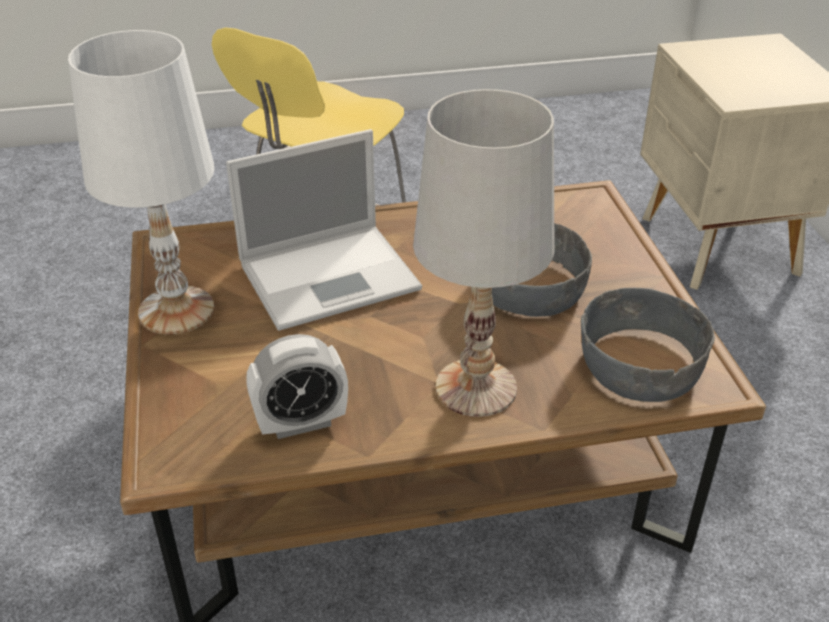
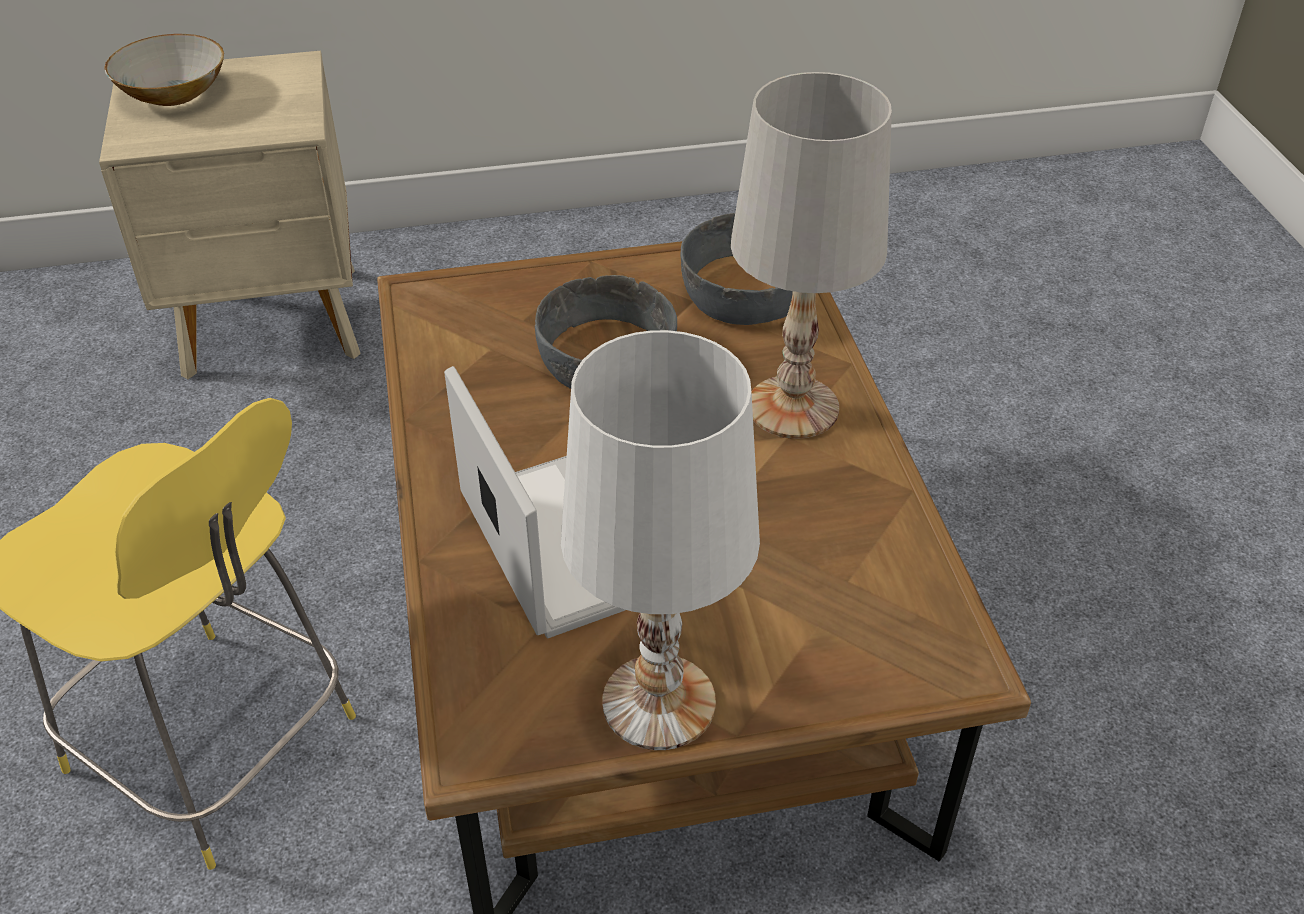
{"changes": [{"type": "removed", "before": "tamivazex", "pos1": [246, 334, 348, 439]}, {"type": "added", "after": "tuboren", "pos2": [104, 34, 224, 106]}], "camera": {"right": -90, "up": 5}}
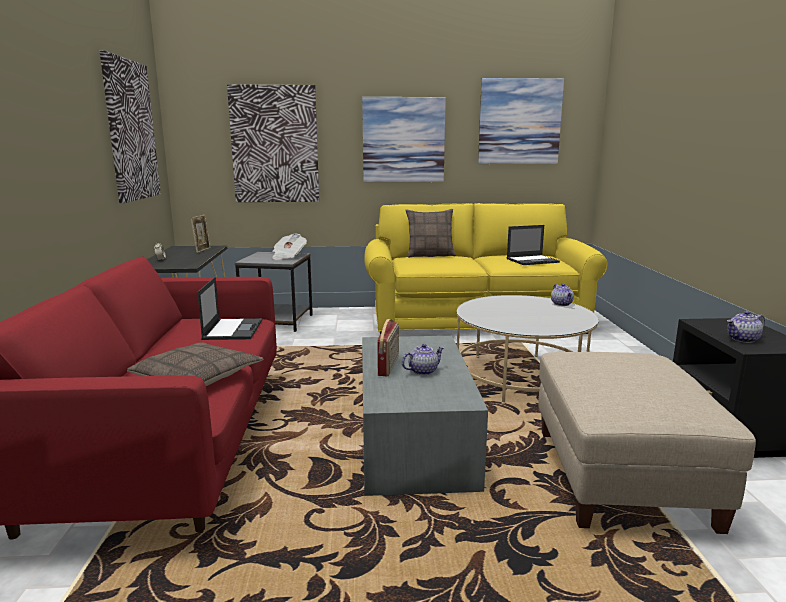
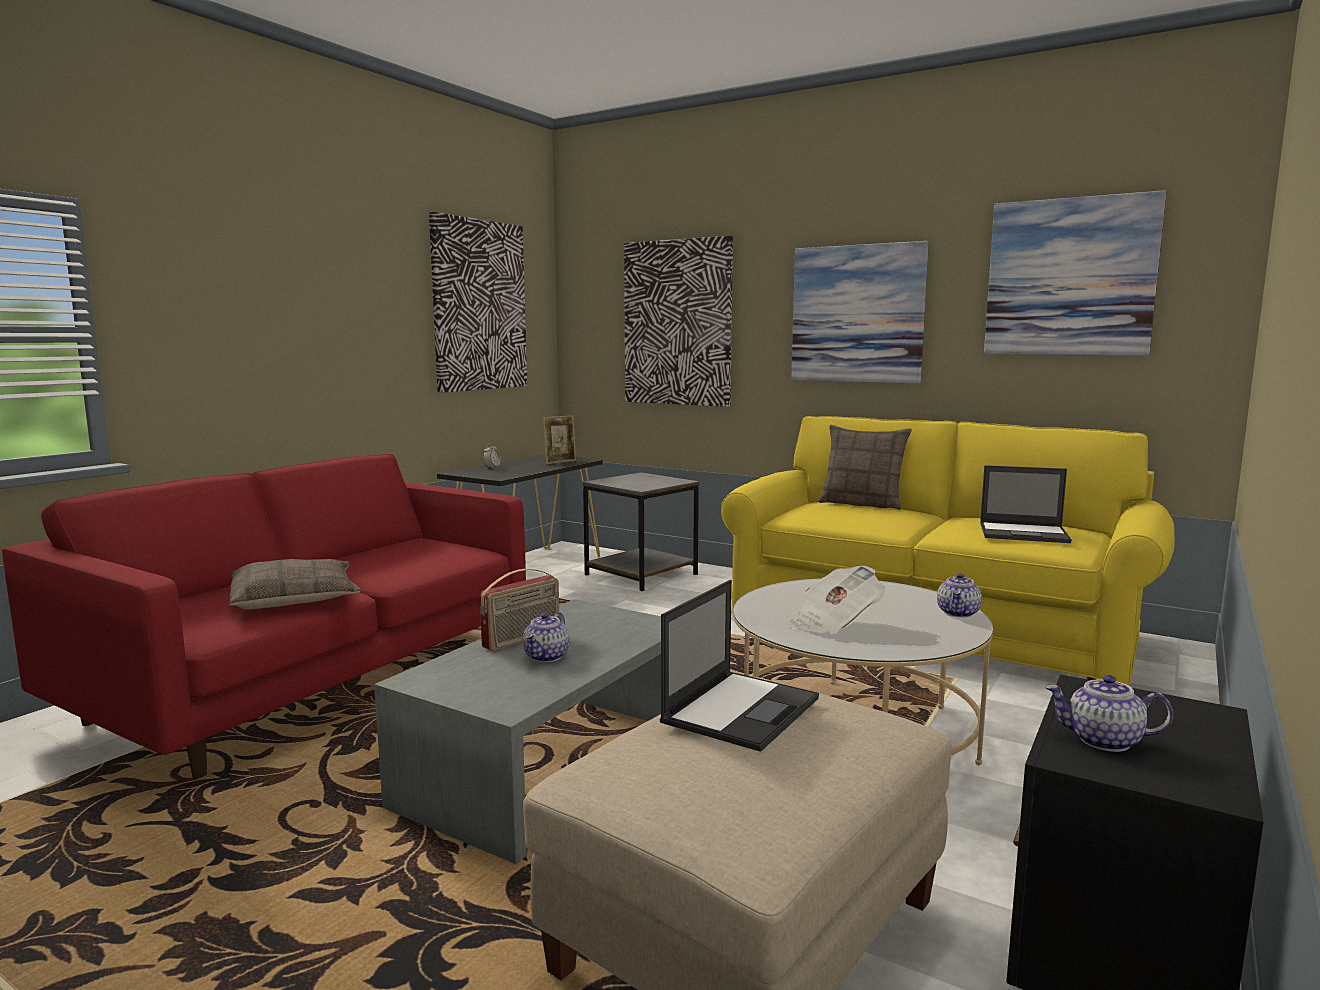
{"changes": [{"type": "moved", "before": "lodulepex", "pos1": [197, 277, 262, 340], "pos2": [660, 580, 819, 752]}, {"type": "moved", "before": "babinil", "pos1": [272, 234, 307, 260], "pos2": [788, 566, 885, 634]}, {"type": "turned", "before": "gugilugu", "pos1": [402, 344, 445, 375], "pos2": [523, 612, 570, 662], "turn": 105}], "camera": {"right": 35, "up": -5}}
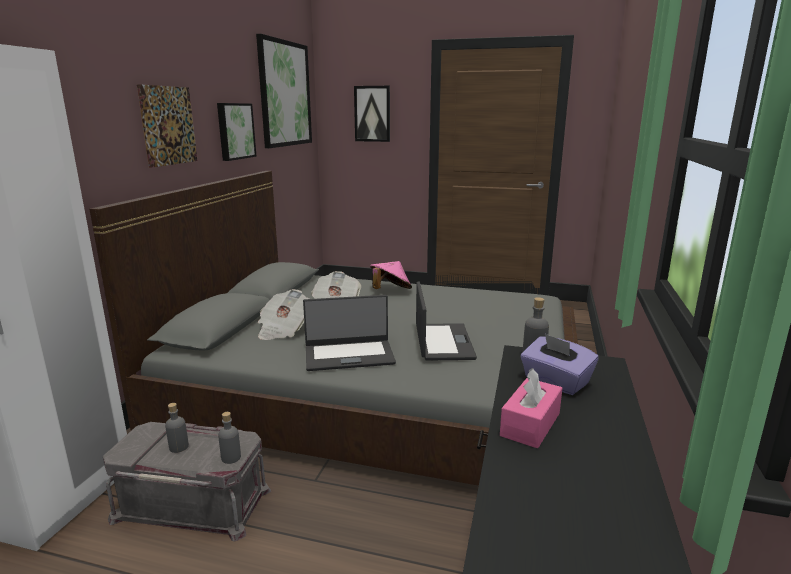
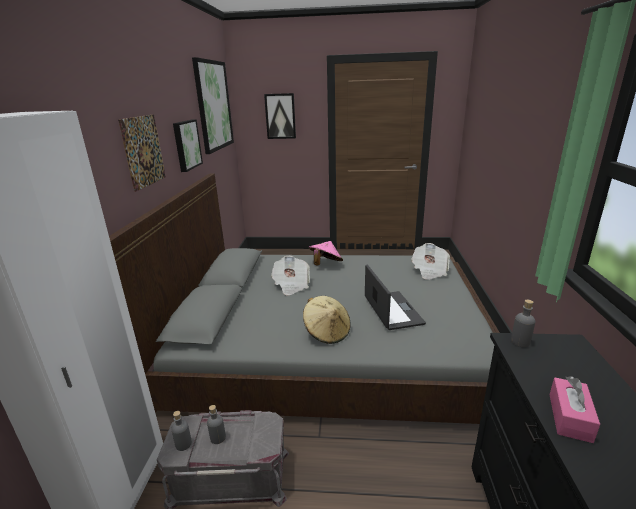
{"changes": [{"type": "moved", "before": "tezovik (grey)", "pos1": [218, 412, 241, 464], "pos2": [171, 411, 192, 451]}, {"type": "moved", "before": "babinil", "pos1": [258, 289, 309, 340], "pos2": [411, 243, 450, 280]}, {"type": "replaced", "before": "lodulepex", "after": "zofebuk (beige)", "pos1": [303, 295, 396, 371], "pos2": [303, 296, 350, 344]}, {"type": "removed", "before": "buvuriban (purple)", "pos1": [520, 334, 599, 395]}], "camera": {"right": -10, "up": 5}}
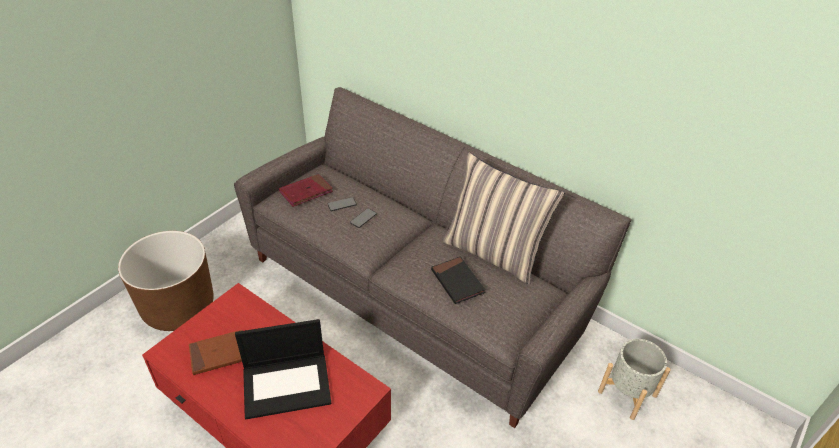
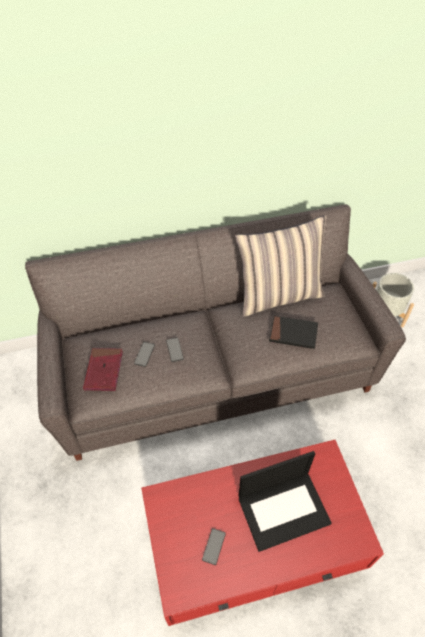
{"changes": [{"type": "removed", "before": "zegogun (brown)", "pos1": [118, 231, 214, 331]}, {"type": "replaced", "before": "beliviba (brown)", "after": "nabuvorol", "pos1": [189, 330, 243, 375], "pos2": [202, 528, 226, 565]}, {"type": "turned", "before": "lodulepex", "pos1": [235, 319, 331, 419], "pos2": [239, 451, 332, 552], "turn": 45}], "camera": {"right": -50, "up": 10}}
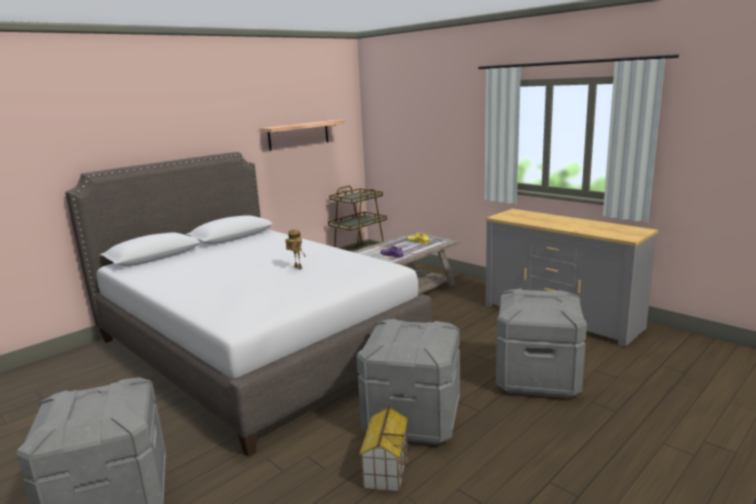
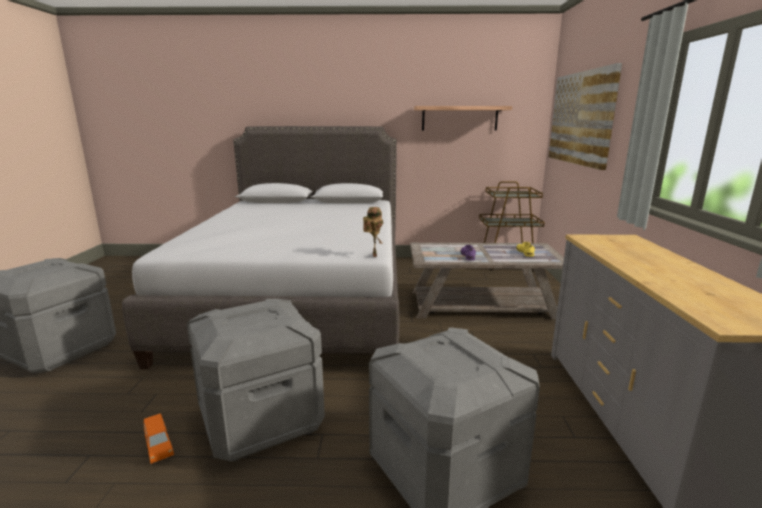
{"changes": [{"type": "moved", "before": "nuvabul", "pos1": [285, 229, 306, 269], "pos2": [363, 207, 383, 257]}, {"type": "replaced", "before": "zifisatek", "after": "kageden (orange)", "pos1": [359, 406, 409, 492], "pos2": [144, 413, 174, 464]}, {"type": "added", "after": "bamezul", "pos2": [549, 63, 622, 170]}], "camera": {"right": 45, "up": 0}}
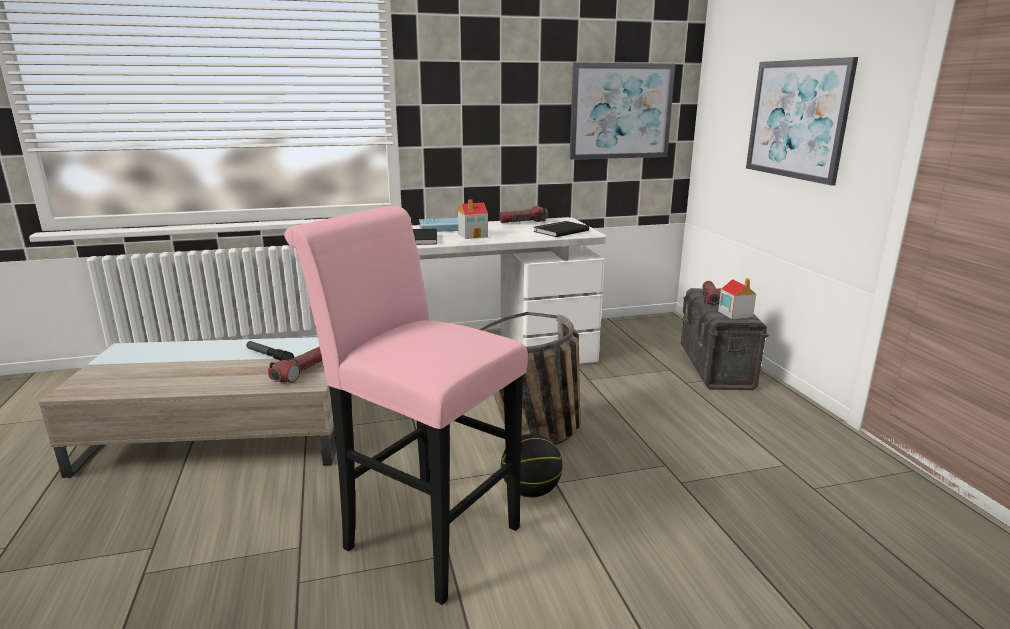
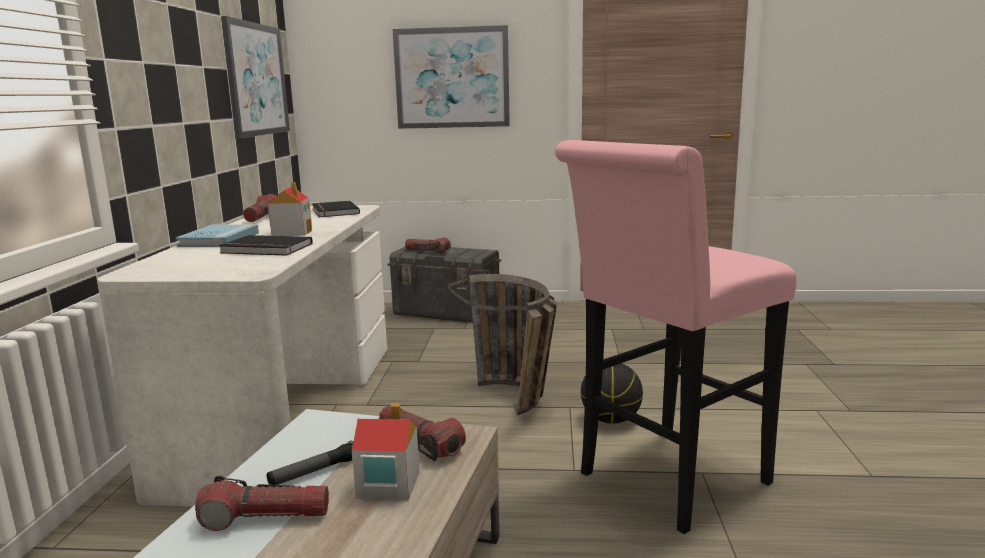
{"changes": [{"type": "moved", "before": "zifisatek", "pos1": [718, 278, 756, 319], "pos2": [352, 403, 419, 500]}, {"type": "added", "after": "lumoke", "pos2": [195, 475, 329, 531]}], "camera": {"right": -70, "up": -5}}
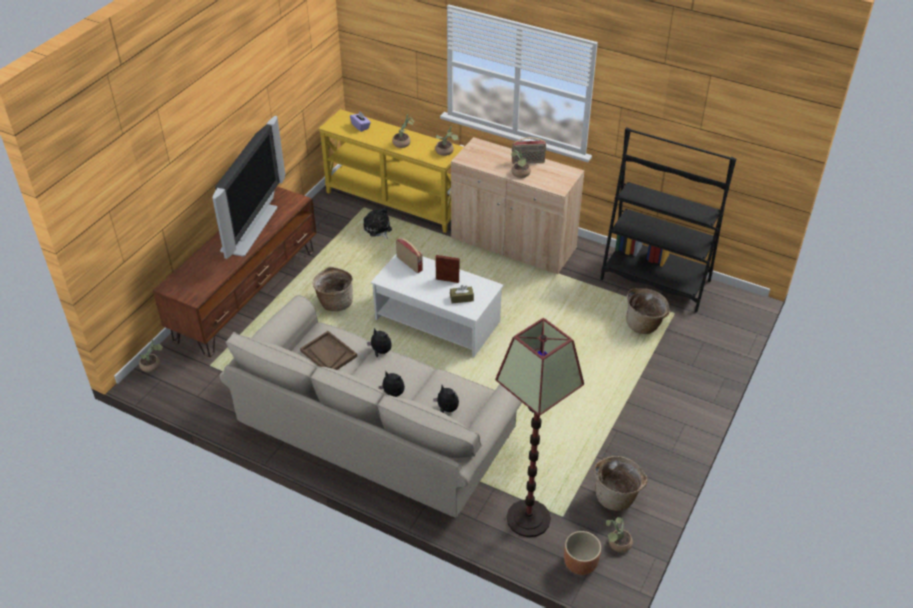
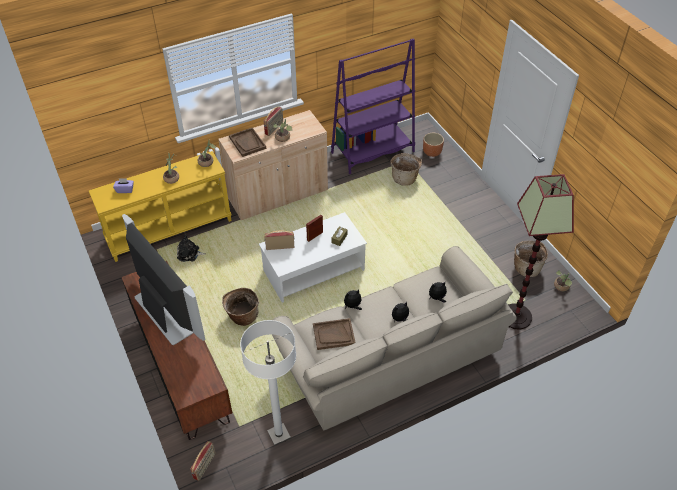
{"changes": [{"type": "replaced", "before": "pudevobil", "after": "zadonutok", "pos1": [139, 339, 163, 372], "pos2": [190, 441, 216, 481]}, {"type": "moved", "before": "zegogun (brown)", "pos1": [564, 531, 601, 575], "pos2": [423, 133, 444, 157]}, {"type": "recoloured", "before": "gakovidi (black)", "after": "gakovidi (purple)", "pos1": [600, 127, 736, 312], "pos2": [331, 39, 415, 174]}, {"type": "added", "after": "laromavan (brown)", "pos2": [229, 127, 266, 157]}, {"type": "added", "after": "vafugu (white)", "pos2": [240, 320, 296, 446]}], "camera": {"right": -55, "up": 5}}
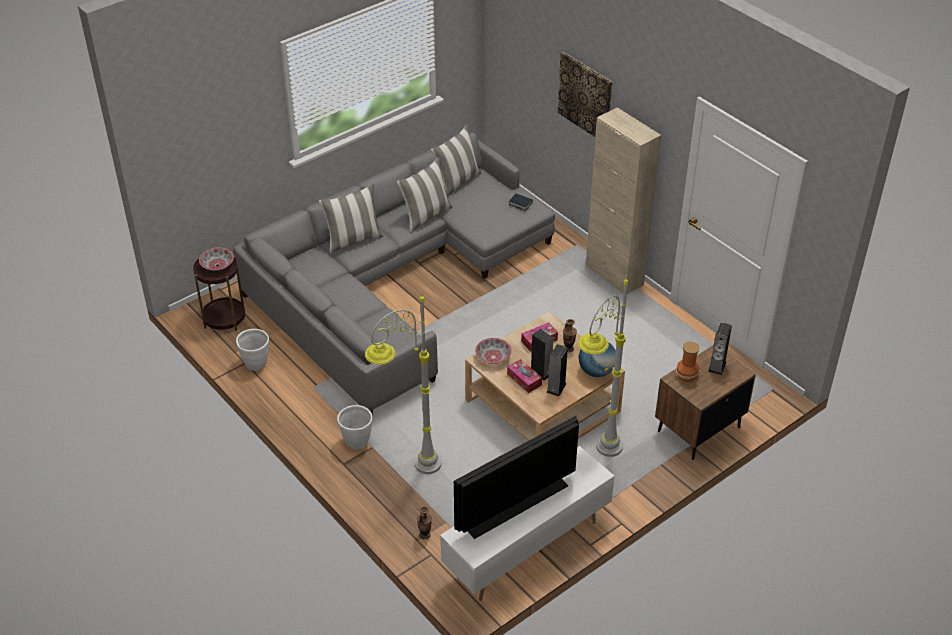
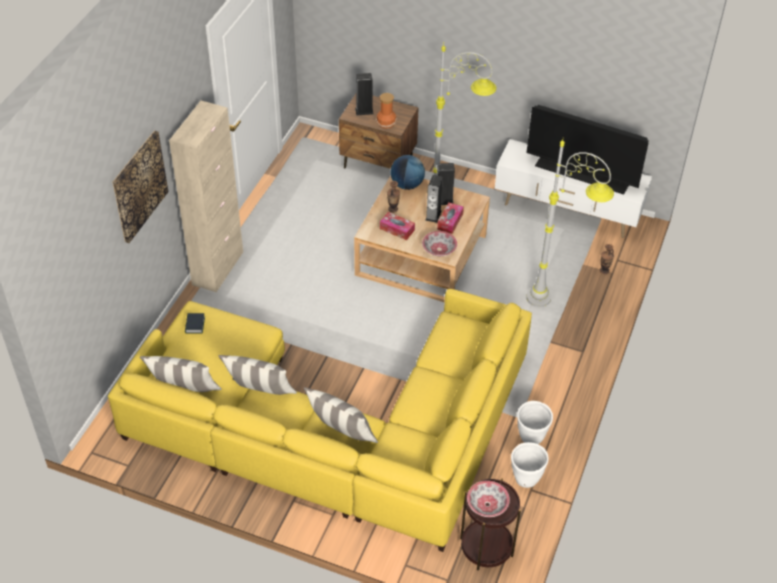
{"changes": [{"type": "recoloured", "before": "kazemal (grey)", "after": "kazemal (yellow)", "pos1": [233, 133, 555, 414], "pos2": [108, 289, 532, 552]}, {"type": "moved", "before": "zegogun (white)", "pos1": [337, 405, 373, 450], "pos2": [517, 401, 553, 444]}], "camera": {"right": -120, "up": 5}}
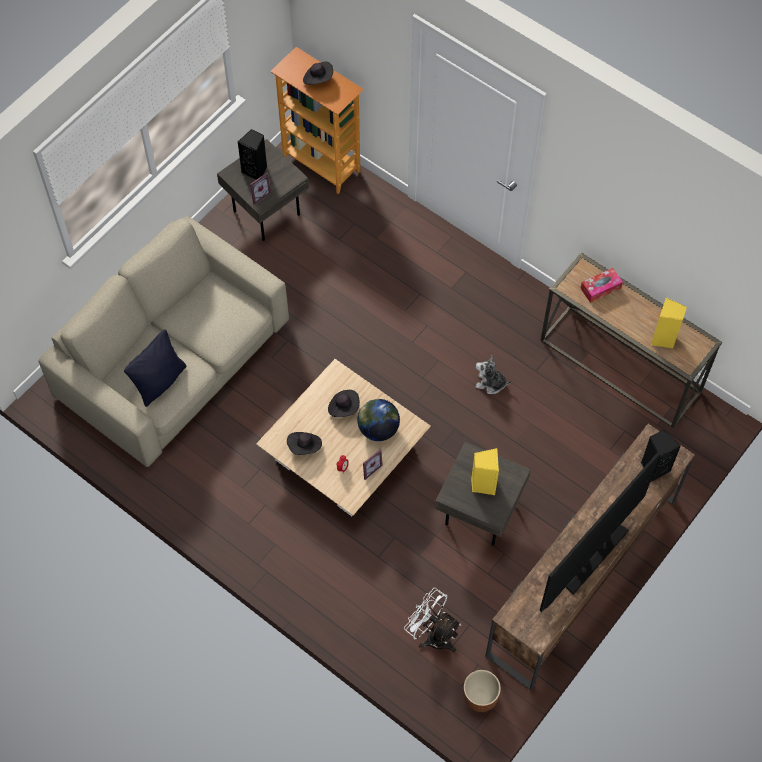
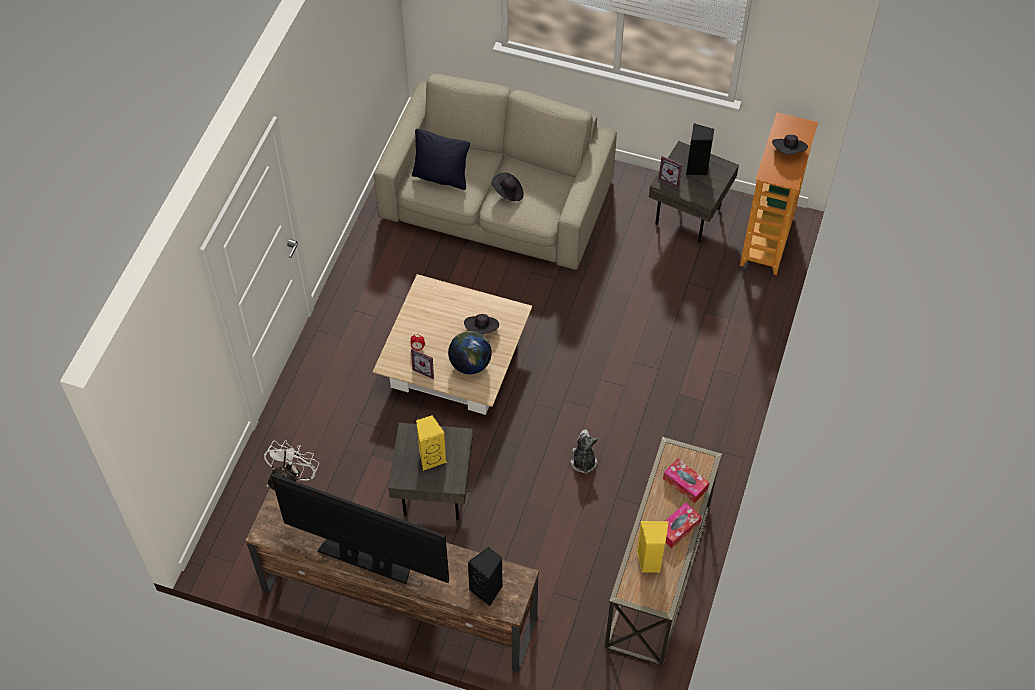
{"changes": [{"type": "moved", "before": "zofebuk (black)", "pos1": [287, 432, 322, 455], "pos2": [492, 173, 524, 201]}, {"type": "removed", "before": "zegogun (brown)", "pos1": [463, 670, 501, 712]}, {"type": "added", "after": "buvuriban", "pos2": [665, 502, 702, 548]}], "camera": {"right": 70, "up": -5}}
